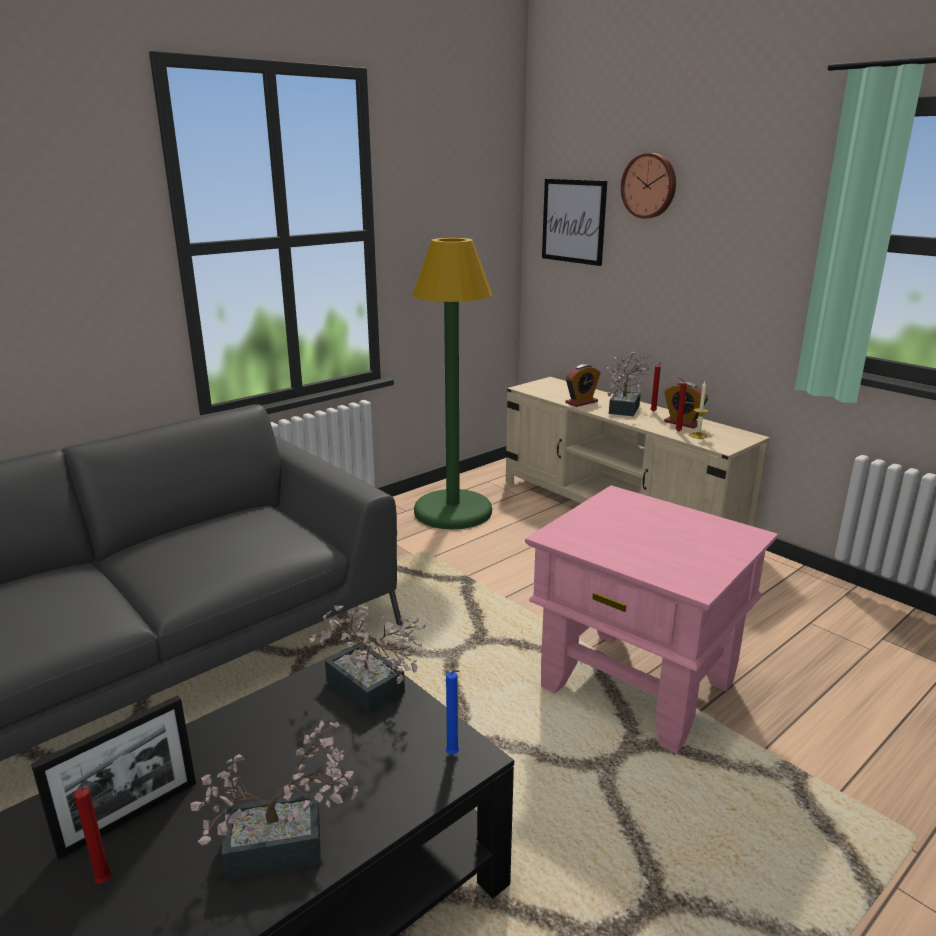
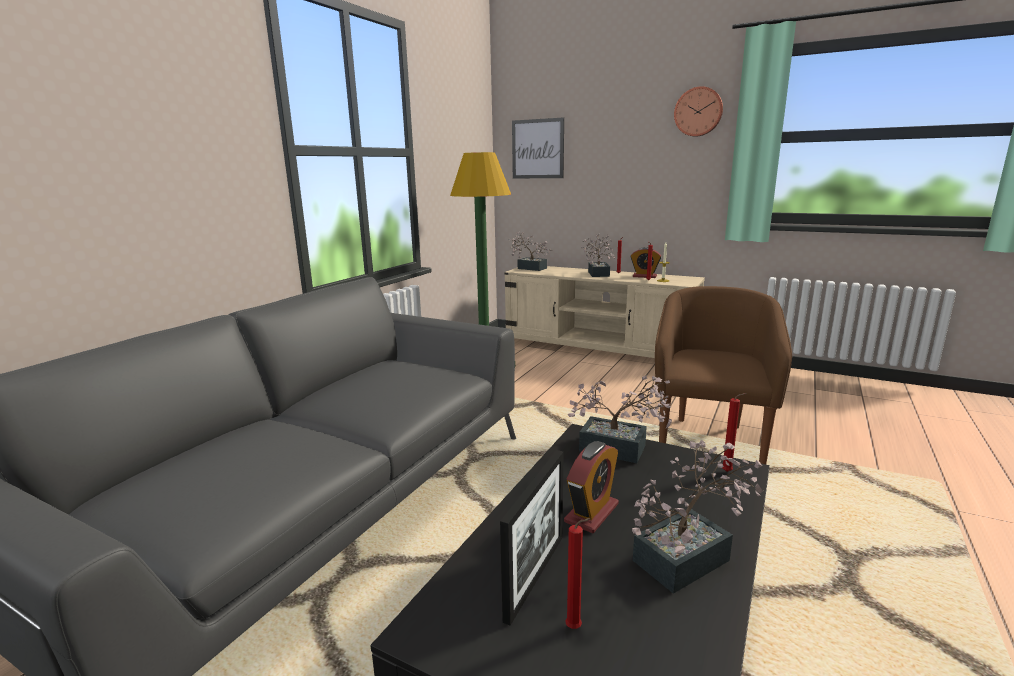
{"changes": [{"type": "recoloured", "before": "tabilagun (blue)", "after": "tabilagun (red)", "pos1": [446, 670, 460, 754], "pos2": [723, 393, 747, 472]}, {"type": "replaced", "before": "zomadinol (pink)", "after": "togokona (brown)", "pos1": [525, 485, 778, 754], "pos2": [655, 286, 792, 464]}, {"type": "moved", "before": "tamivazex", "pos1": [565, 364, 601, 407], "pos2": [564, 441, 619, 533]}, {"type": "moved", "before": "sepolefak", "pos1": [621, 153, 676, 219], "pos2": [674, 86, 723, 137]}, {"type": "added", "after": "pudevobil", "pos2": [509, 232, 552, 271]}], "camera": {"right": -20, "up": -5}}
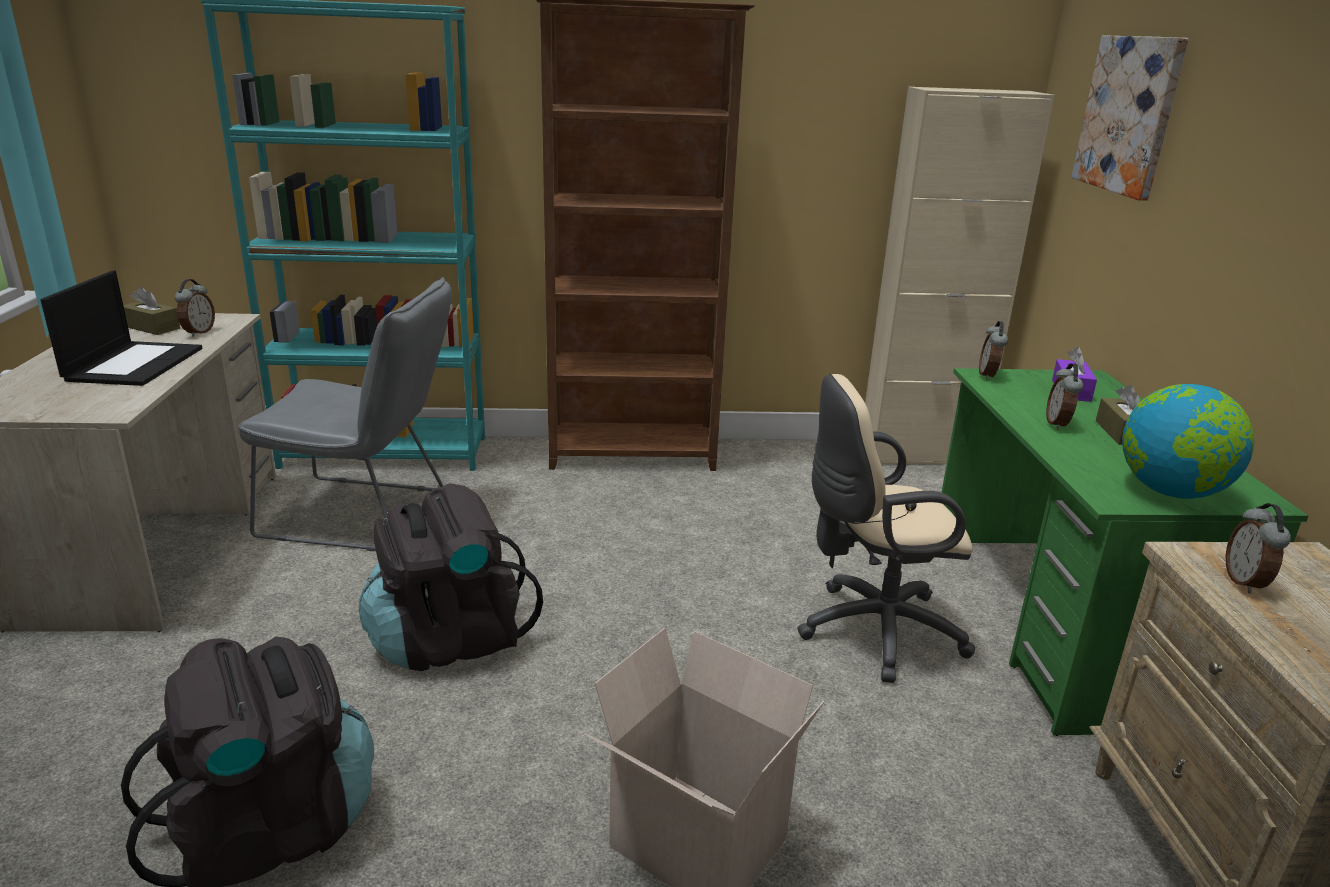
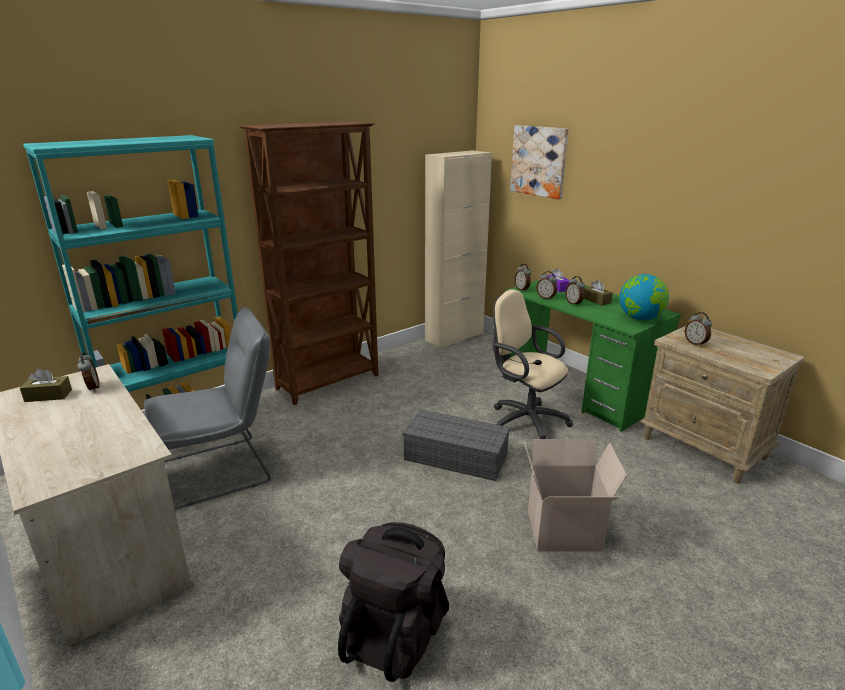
{"changes": [{"type": "removed", "before": "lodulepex", "pos1": [41, 270, 202, 386]}, {"type": "removed", "before": "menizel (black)", "pos1": [359, 483, 543, 671]}, {"type": "turned", "before": "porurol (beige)", "pos1": [797, 374, 975, 683], "pos2": [493, 289, 573, 439], "turn": 90}, {"type": "added", "after": "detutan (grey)", "pos2": [403, 409, 510, 481]}, {"type": "added", "after": "tamivazex", "pos2": [537, 271, 557, 300]}], "camera": {"right": -35, "up": 0}}
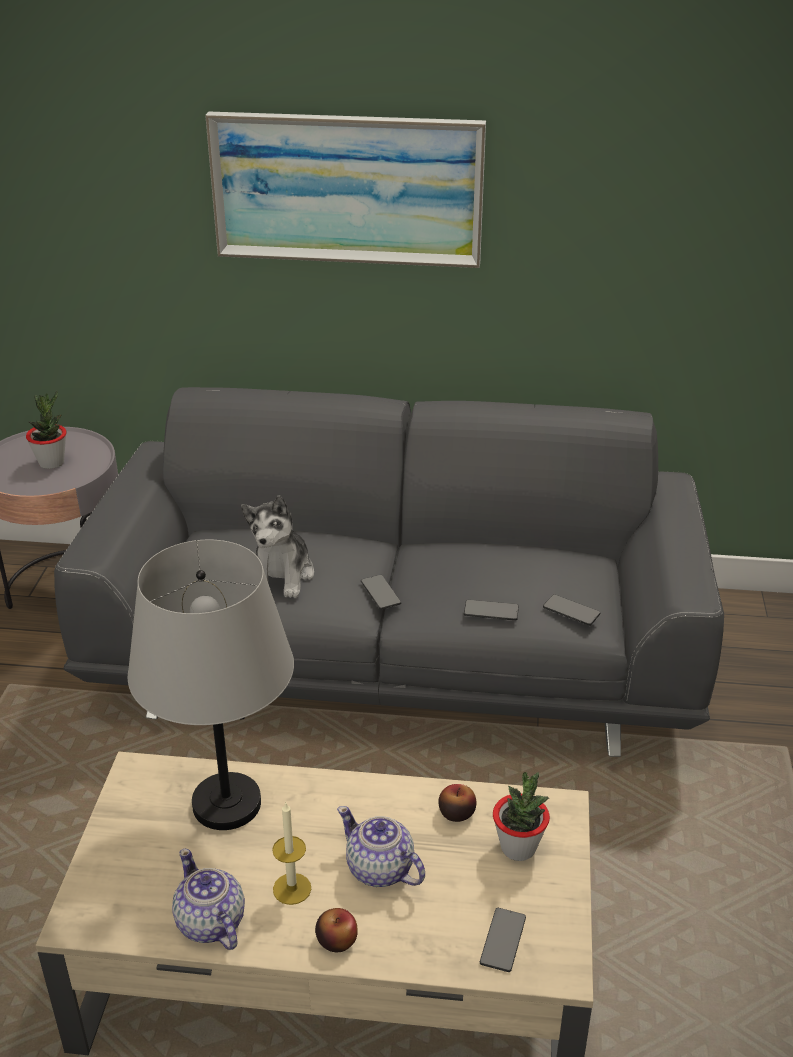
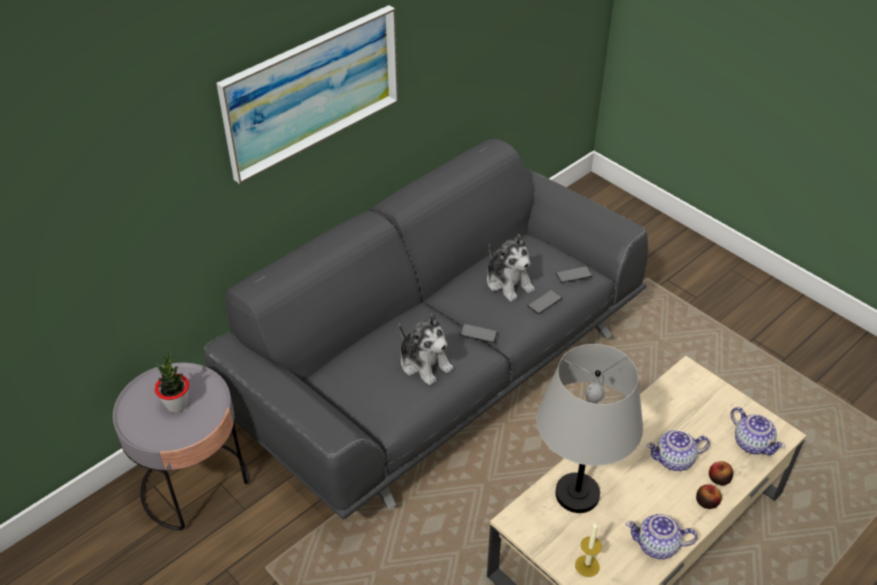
{"changes": [{"type": "moved", "before": "tabilagun", "pos1": [272, 803, 311, 905], "pos2": [575, 522, 602, 577]}, {"type": "moved", "before": "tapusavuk", "pos1": [438, 784, 477, 822], "pos2": [709, 461, 733, 486]}, {"type": "replaced", "before": "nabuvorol", "after": "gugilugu", "pos1": [480, 908, 526, 972], "pos2": [731, 407, 785, 455]}, {"type": "removed", "before": "pudevobil", "pos1": [493, 772, 550, 861]}, {"type": "added", "after": "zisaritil", "pos2": [487, 234, 535, 302]}], "camera": {"right": -50, "up": 10}}
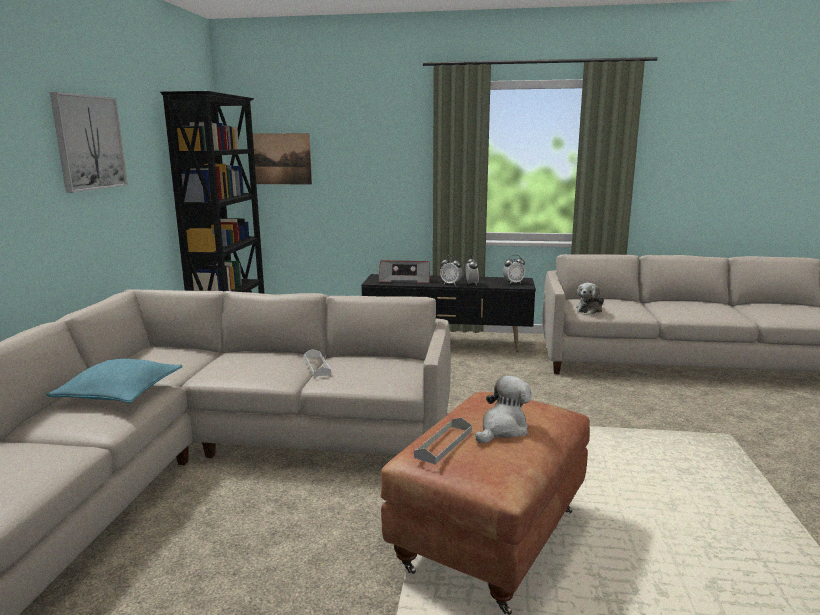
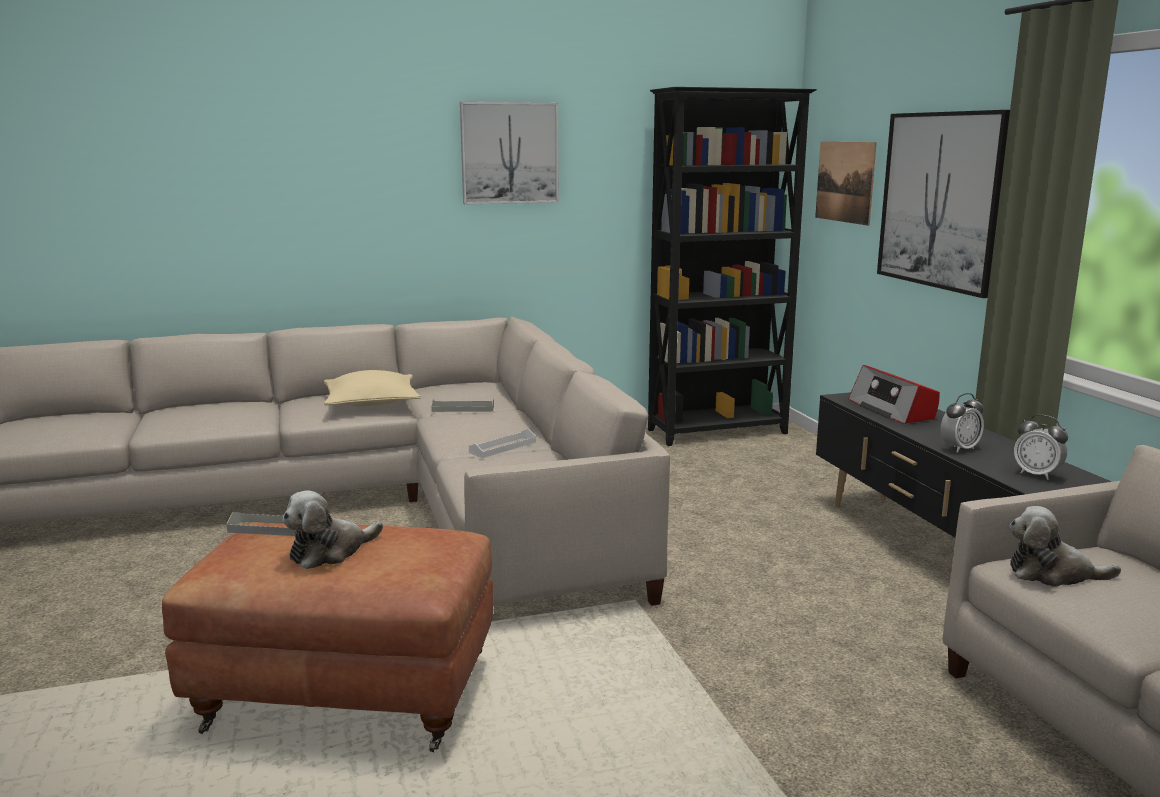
{"changes": [{"type": "recoloured", "before": "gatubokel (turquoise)", "after": "gatubokel (beige)", "pos1": [46, 359, 183, 403], "pos2": [324, 370, 421, 406]}, {"type": "removed", "before": "tamivazex", "pos1": [440, 256, 462, 284]}, {"type": "turned", "before": "zisaritil", "pos1": [475, 376, 531, 443], "pos2": [282, 491, 383, 569], "turn": 120}, {"type": "added", "after": "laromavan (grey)", "pos2": [431, 399, 494, 412]}, {"type": "added", "after": "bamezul", "pos2": [877, 110, 1010, 298]}], "camera": {"right": 65, "up": 0}}
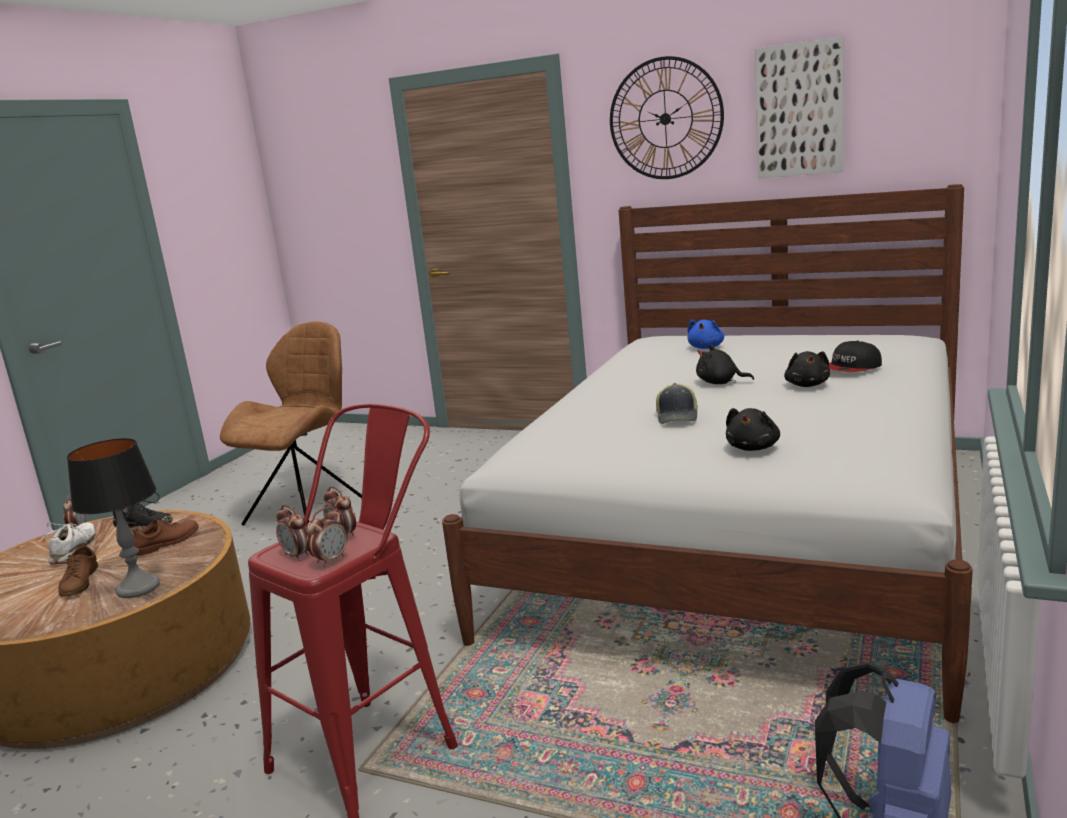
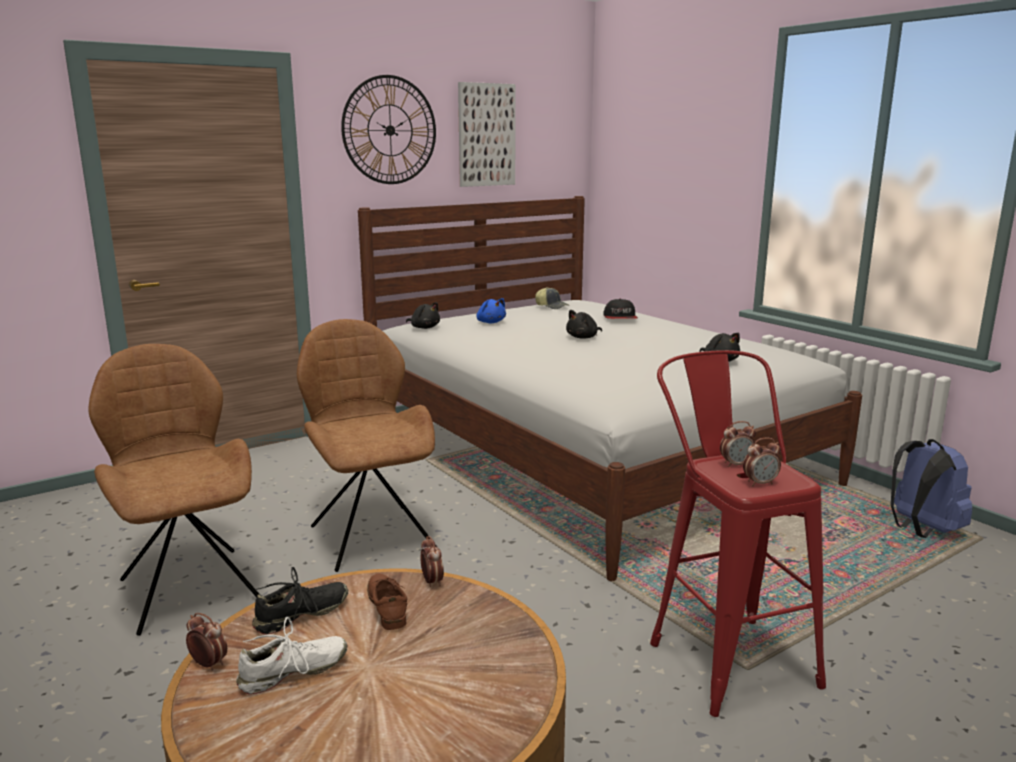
{"changes": [{"type": "turned", "before": "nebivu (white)", "pos1": [39, 522, 96, 564], "pos2": [236, 617, 348, 694], "turn": 120}, {"type": "removed", "before": "nebivu (brown)", "pos1": [58, 544, 98, 597]}, {"type": "removed", "before": "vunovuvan", "pos1": [67, 438, 160, 598]}, {"type": "moved", "before": "tamivazex", "pos1": [306, 507, 347, 567], "pos2": [421, 536, 444, 587]}, {"type": "moved", "before": "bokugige", "pos1": [656, 383, 698, 424], "pos2": [535, 287, 569, 309]}, {"type": "moved", "before": "zisaritil (black)", "pos1": [784, 351, 830, 387], "pos2": [406, 302, 440, 329]}, {"type": "added", "after": "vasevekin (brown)", "pos2": [297, 319, 437, 572]}], "camera": {"right": -60, "up": 0}}
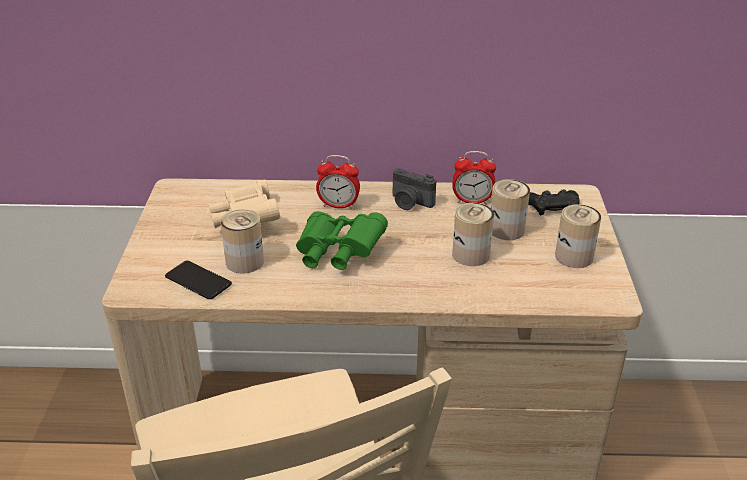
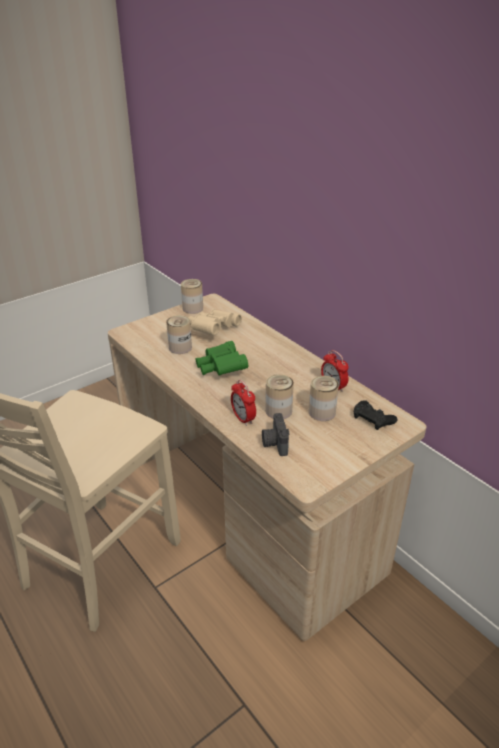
{"changes": [{"type": "removed", "before": "nabuvorol", "pos1": [165, 261, 232, 299]}, {"type": "moved", "before": "tamivazex", "pos1": [316, 155, 360, 209], "pos2": [231, 380, 256, 426]}, {"type": "moved", "before": "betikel", "pos1": [393, 168, 436, 210], "pos2": [262, 413, 289, 456]}, {"type": "moved", "before": "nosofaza", "pos1": [555, 204, 601, 268], "pos2": [181, 279, 203, 314]}], "camera": {"right": 50, "up": 0}}
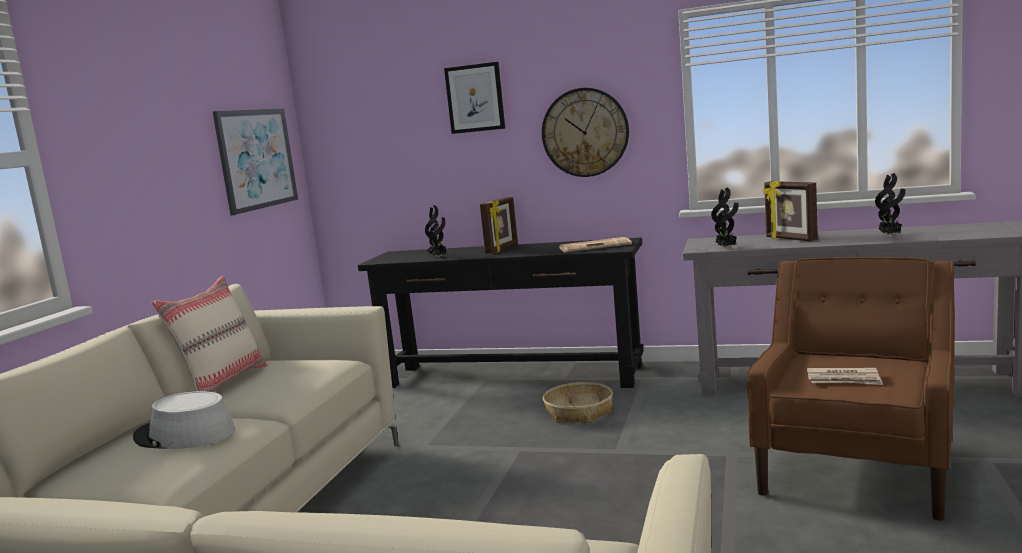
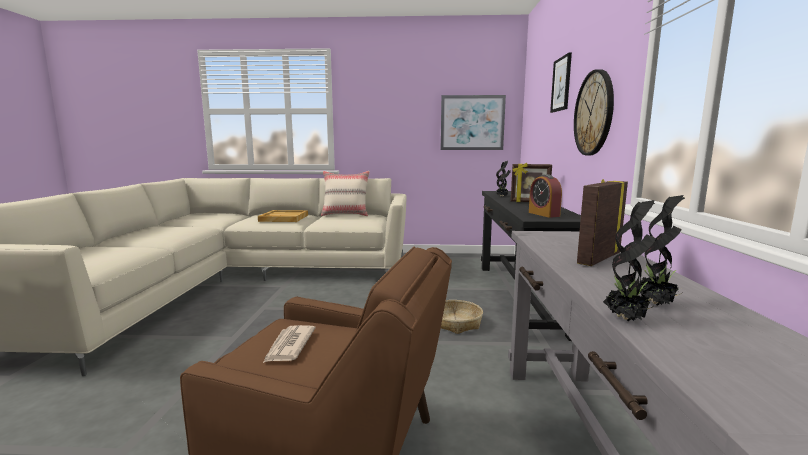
{"changes": [{"type": "replaced", "before": "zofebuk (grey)", "after": "laromavan (beige)", "pos1": [133, 391, 235, 449], "pos2": [258, 210, 308, 222]}, {"type": "replaced", "before": "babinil", "after": "tamivazex", "pos1": [559, 237, 632, 252], "pos2": [529, 174, 562, 218]}, {"type": "moved", "before": "pudevobil", "pos1": [711, 187, 739, 248], "pos2": [603, 200, 656, 321]}], "camera": {"right": 75, "up": 0}}
